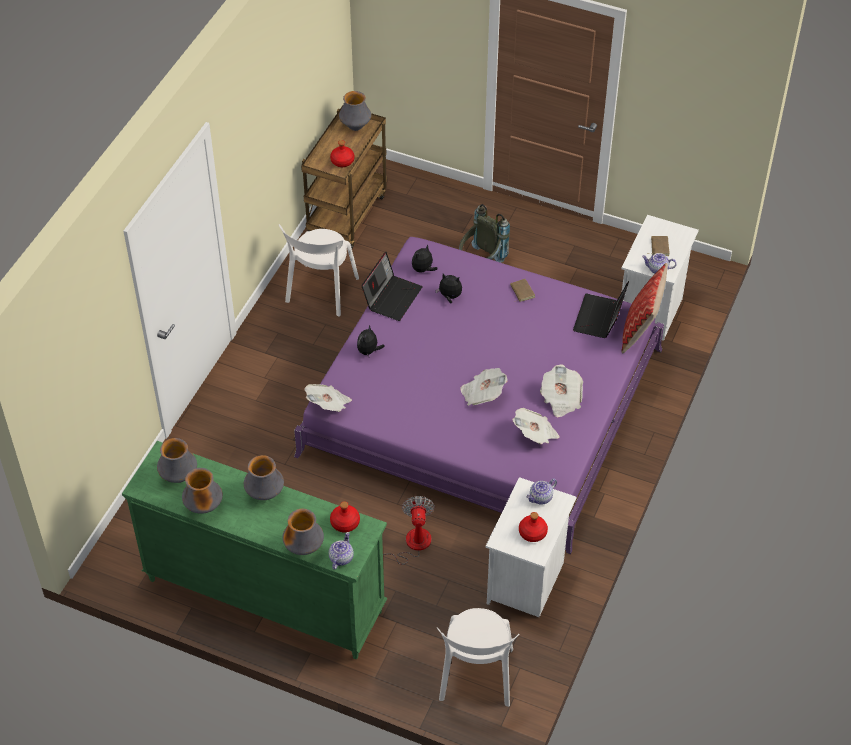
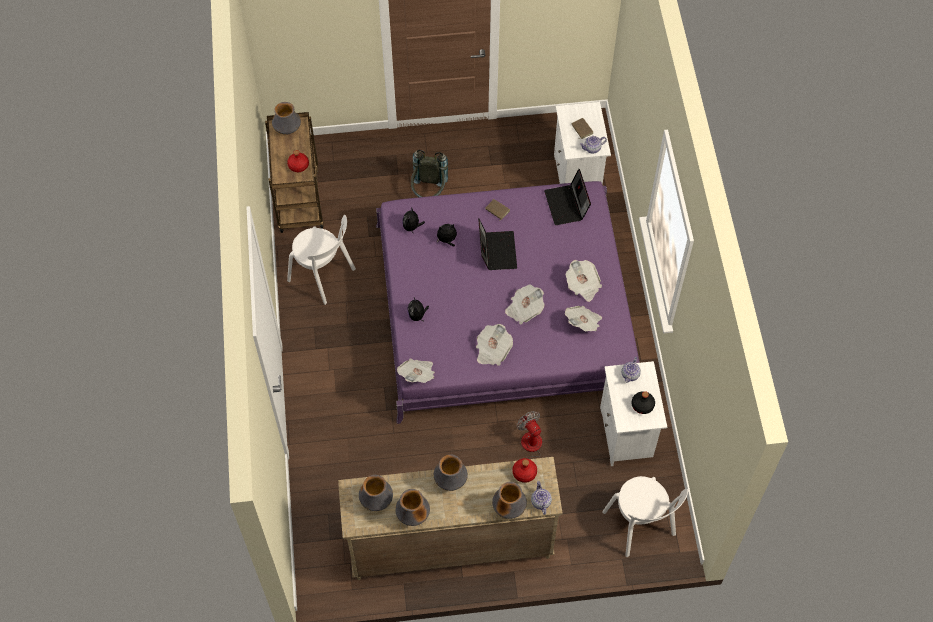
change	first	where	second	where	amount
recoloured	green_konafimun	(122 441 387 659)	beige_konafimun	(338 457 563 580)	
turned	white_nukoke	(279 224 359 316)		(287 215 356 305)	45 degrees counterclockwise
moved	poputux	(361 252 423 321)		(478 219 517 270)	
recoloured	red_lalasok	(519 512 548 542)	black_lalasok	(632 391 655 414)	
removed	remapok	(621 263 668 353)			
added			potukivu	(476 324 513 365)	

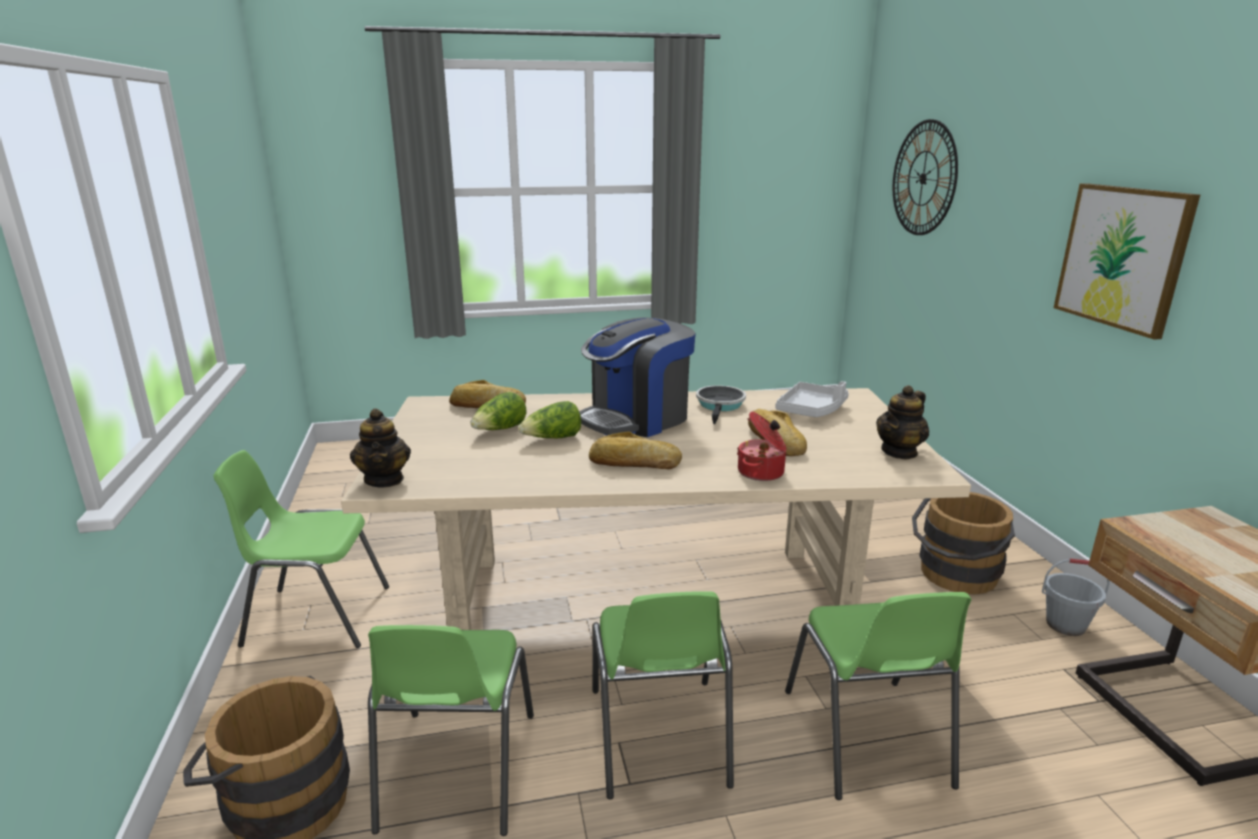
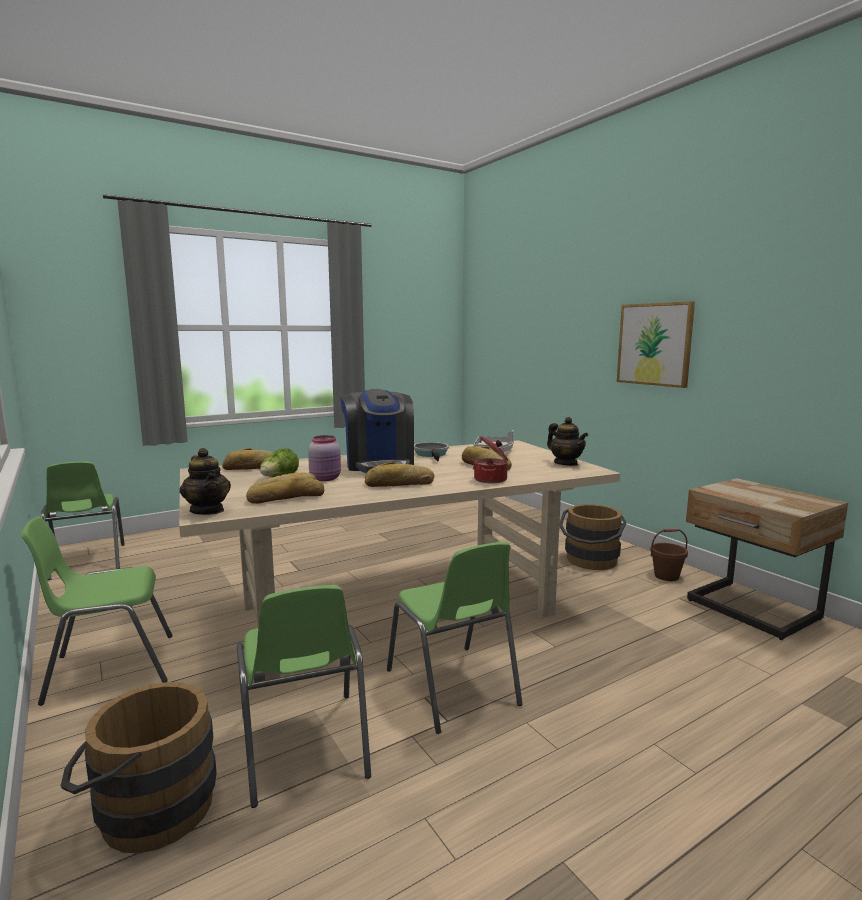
change	first	where	second	where	amount
replaced	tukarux	(518 401 581 438)	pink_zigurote	(308 435 341 481)	
turned	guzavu	(579 317 696 437)		(340 389 414 473)	45 degrees counterclockwise
moved	green_nukoke	(785 592 972 800)		(41 461 125 580)	
turned	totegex	(876 385 929 460)		(547 417 588 466)	60 degrees counterclockwise
removed	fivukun	(893 119 958 235)			
recoloured	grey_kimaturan	(1042 558 1110 636)	brown_kimaturan	(650 529 688 581)	
added			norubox	(246 473 324 504)	

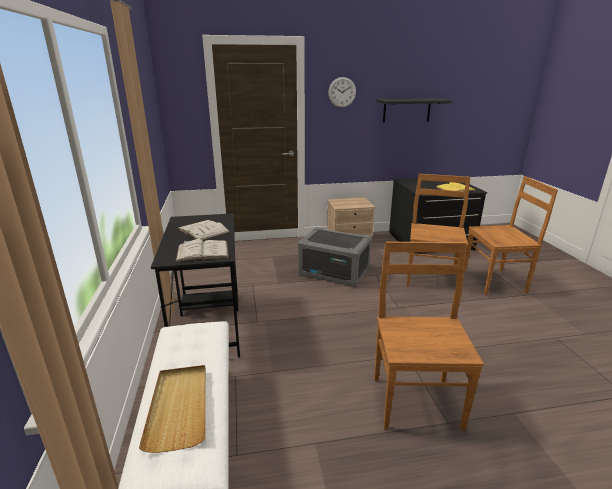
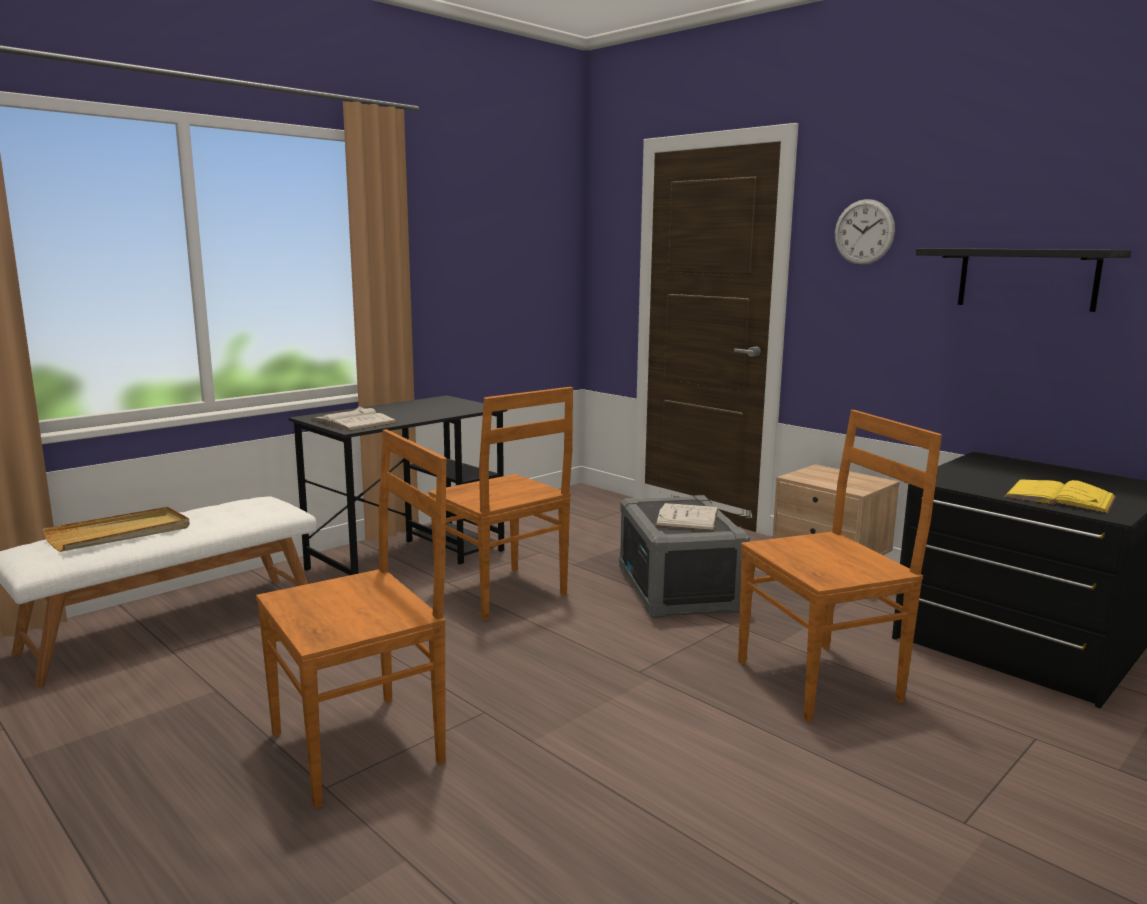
change	first	where	second	where	amount
moved	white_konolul	(178 220 230 240)		(655 503 719 531)	
moved	brown_nukoke	(464 176 558 295)		(428 387 573 621)	

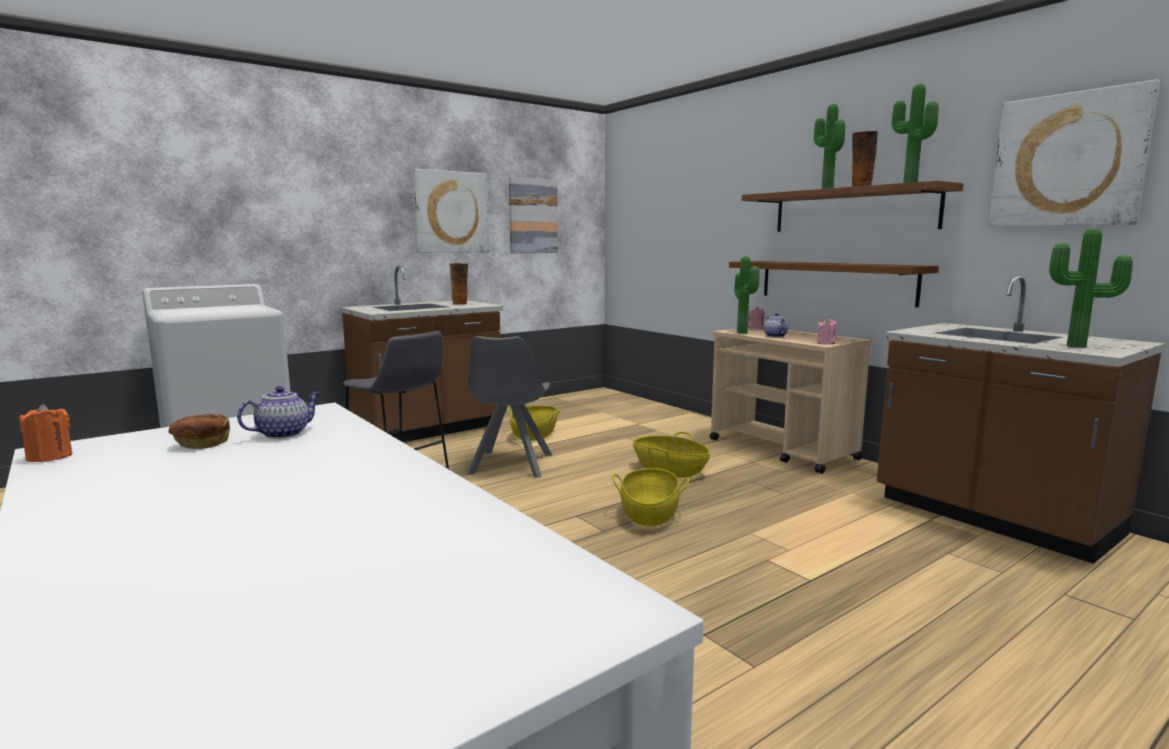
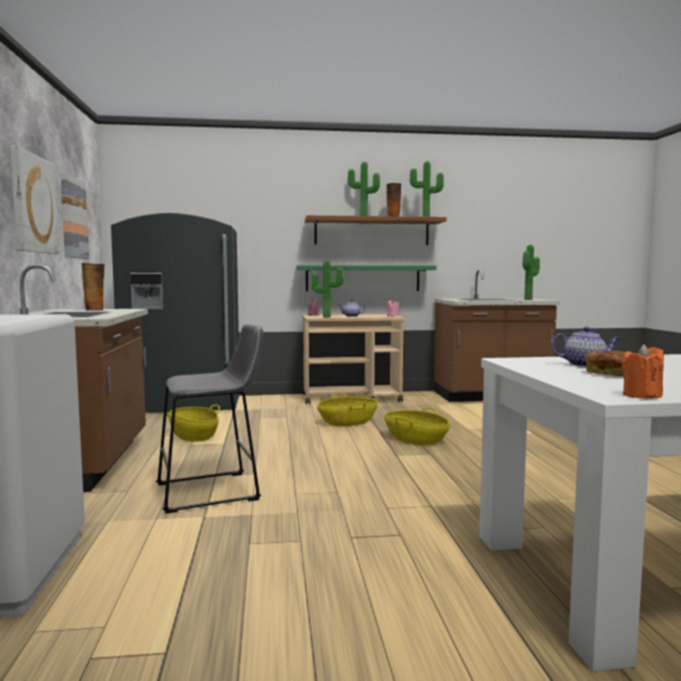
change	first	where	second	where	amount
turned	totegex	(237 386 320 439)		(551 327 621 367)	120 degrees clockwise
removed	grey_nukoke	(467 336 552 478)			
recoloured	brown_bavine	(729 261 939 307)	green_bavine	(296 265 437 291)	
removed	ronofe	(989 80 1160 227)			
added			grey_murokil	(111 213 239 413)	

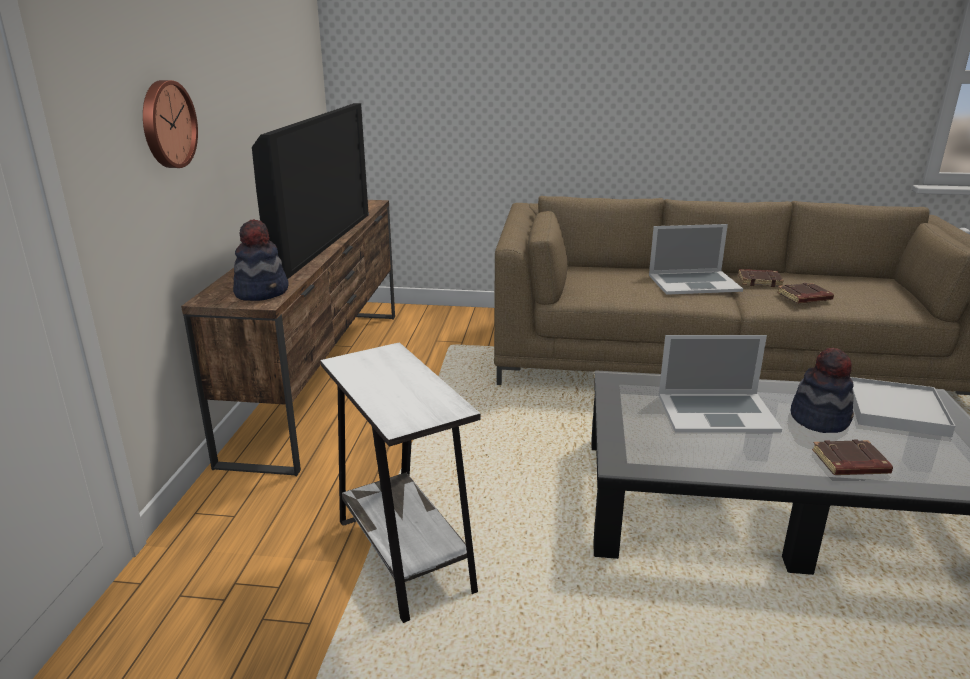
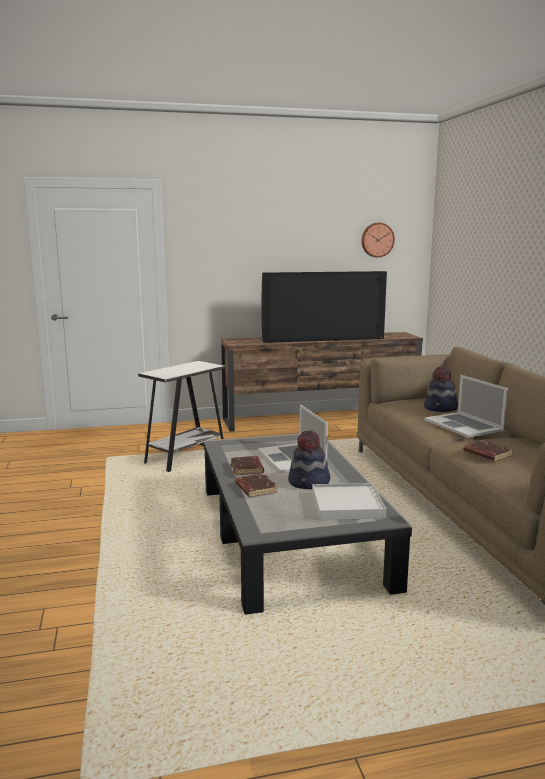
change	first	where	second	where	amount
moved	fivukun	(143 80 198 168)		(361 223 395 258)	
moved	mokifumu	(233 219 289 301)		(424 366 458 412)	
moved	brown_konolul	(738 269 784 287)		(231 456 264 475)	

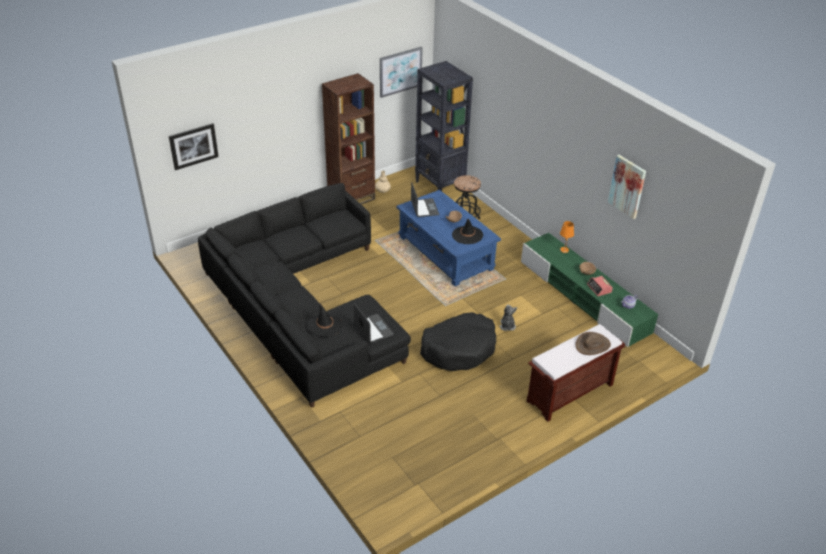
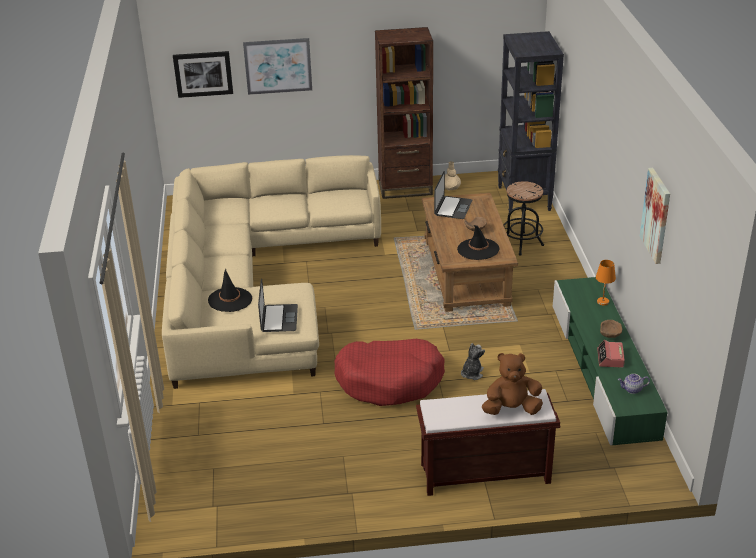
change	first	where	second	where	amount
recoloured	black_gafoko	(198 183 411 408)	beige_gafoko	(162 155 381 389)	
moved	ronofe	(380 47 423 98)		(243 38 312 95)	
recoloured	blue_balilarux	(396 190 501 286)	brown_balilarux	(422 193 518 312)	
recoloured	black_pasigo	(420 312 496 371)	red_pasigo	(334 339 445 406)	
replaced	brown_mokifumu	(576 332 611 355)	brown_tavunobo	(482 353 543 415)	

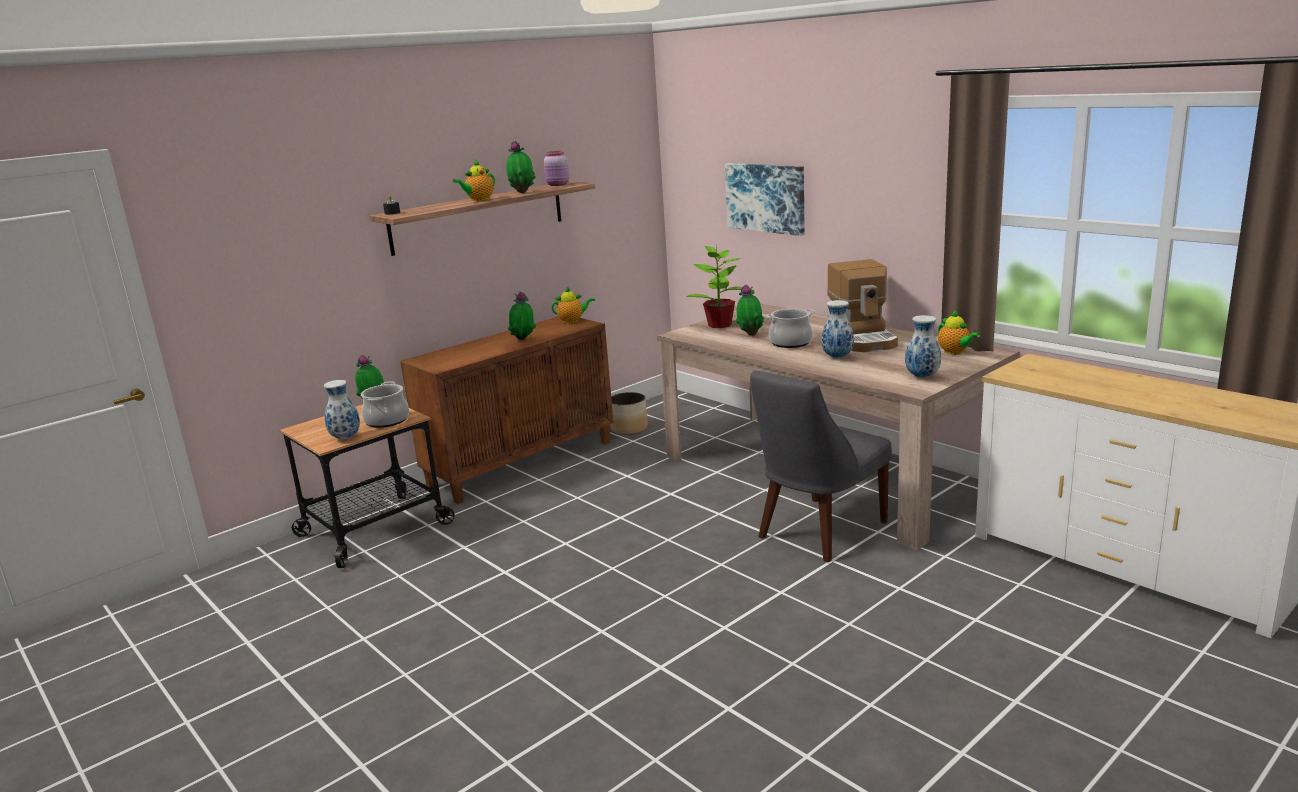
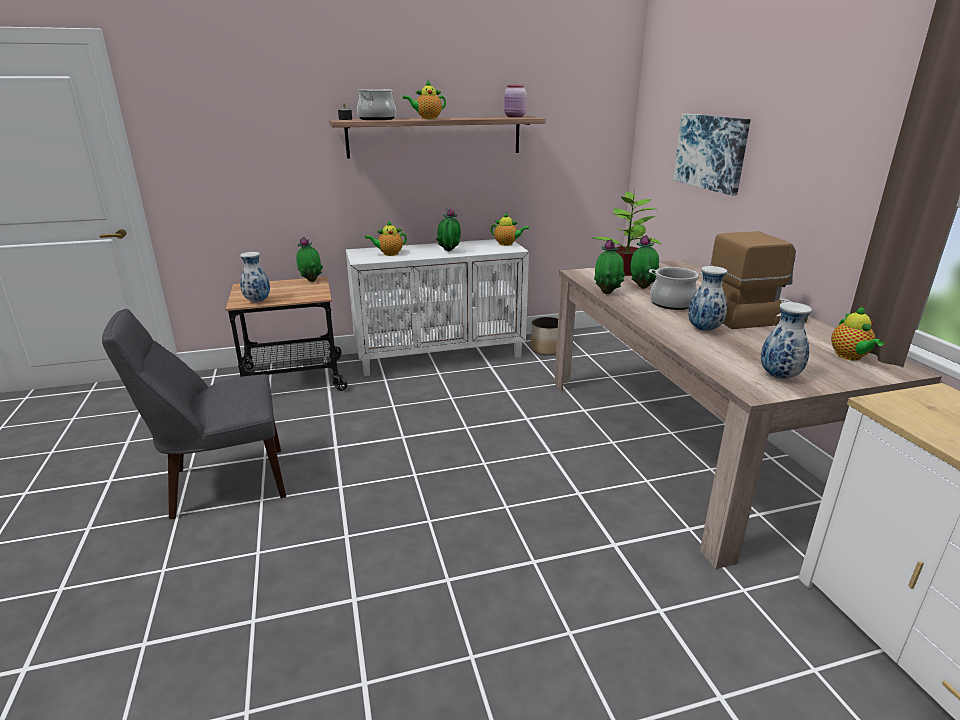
change	first	where	second	where	amount
moved	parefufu	(361 381 409 428)		(357 89 396 120)	
recoloured	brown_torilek	(400 316 614 504)	white_torilek	(346 239 529 376)	
moved	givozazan	(507 141 535 193)		(594 239 625 294)	
moved	grey_nukoke	(750 371 892 562)		(102 309 286 519)	
turned	guzavu	(827 259 898 352)		(710 231 808 329)	120 degrees counterclockwise
added			totegex	(365 220 407 256)	

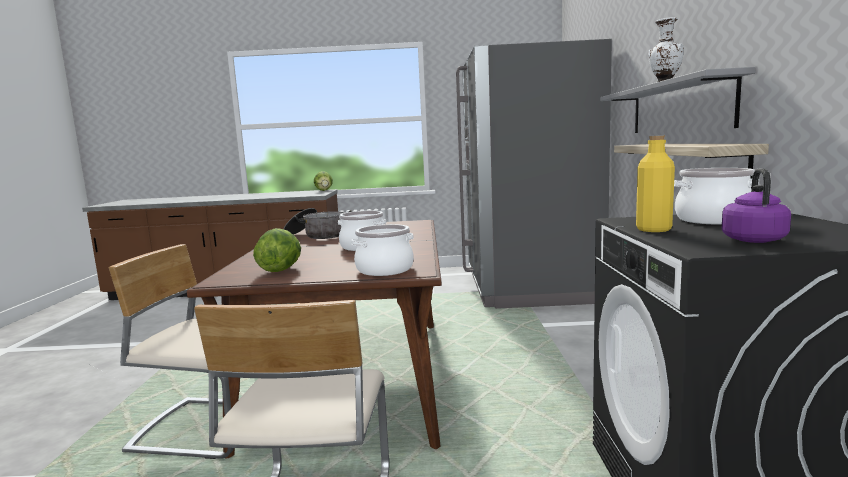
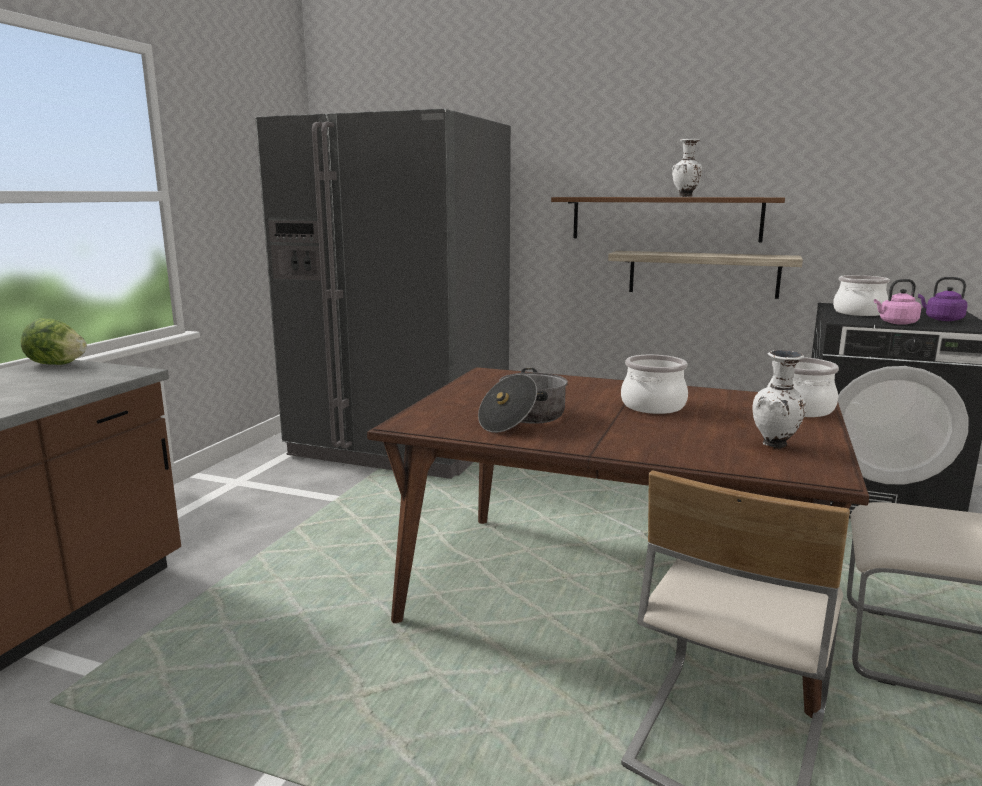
change	first	where	second	where	amount
replaced	tukarux	(253 228 301 272)	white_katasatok	(752 350 806 449)	
recoloured	grey_bavine	(600 67 756 133)	brown_bavine	(551 197 785 242)	
replaced	yellow_lalasok	(636 135 675 232)	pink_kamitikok	(874 279 921 325)	

